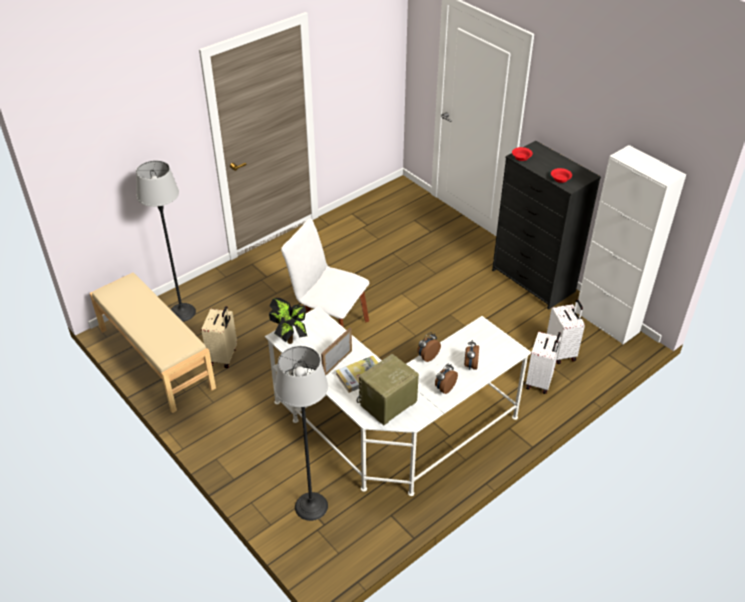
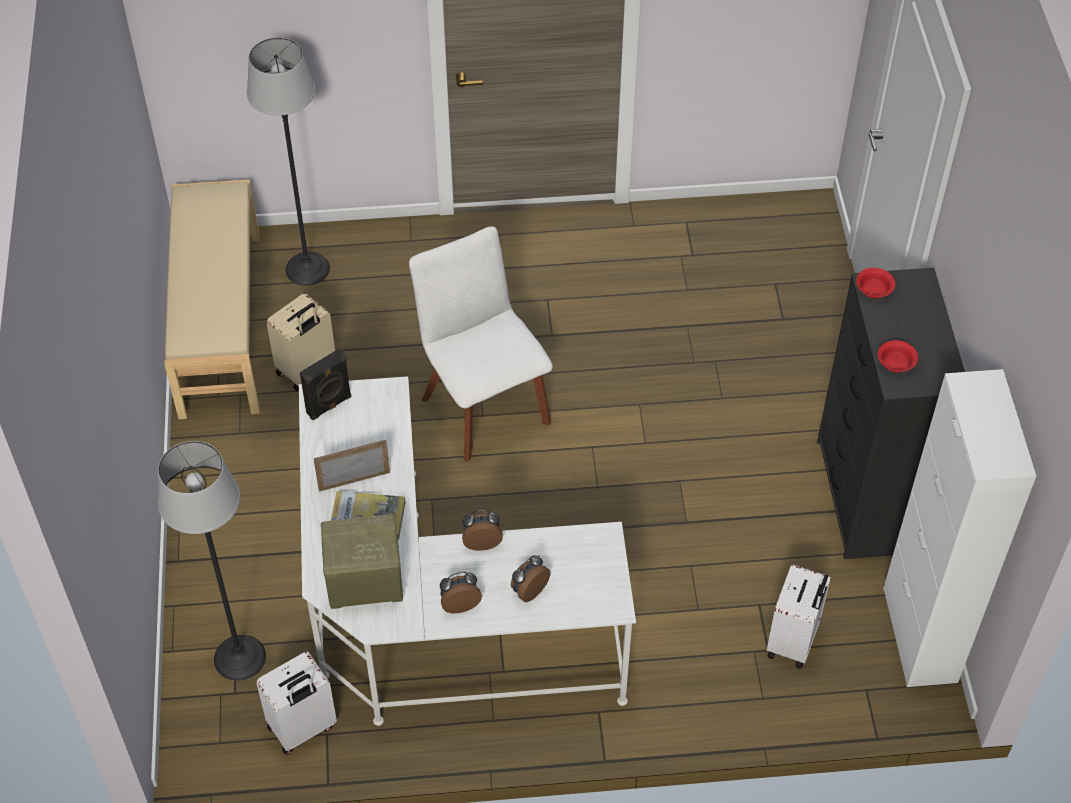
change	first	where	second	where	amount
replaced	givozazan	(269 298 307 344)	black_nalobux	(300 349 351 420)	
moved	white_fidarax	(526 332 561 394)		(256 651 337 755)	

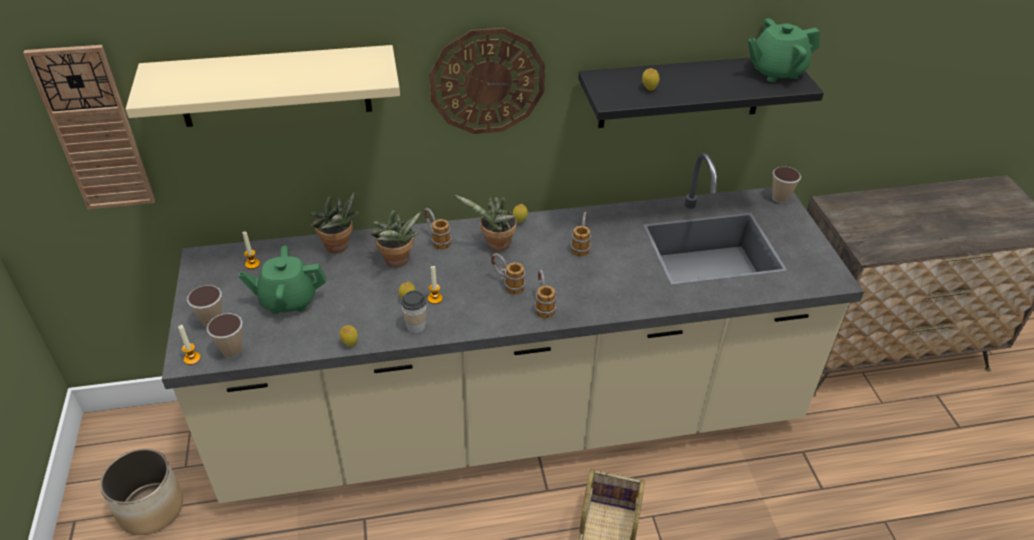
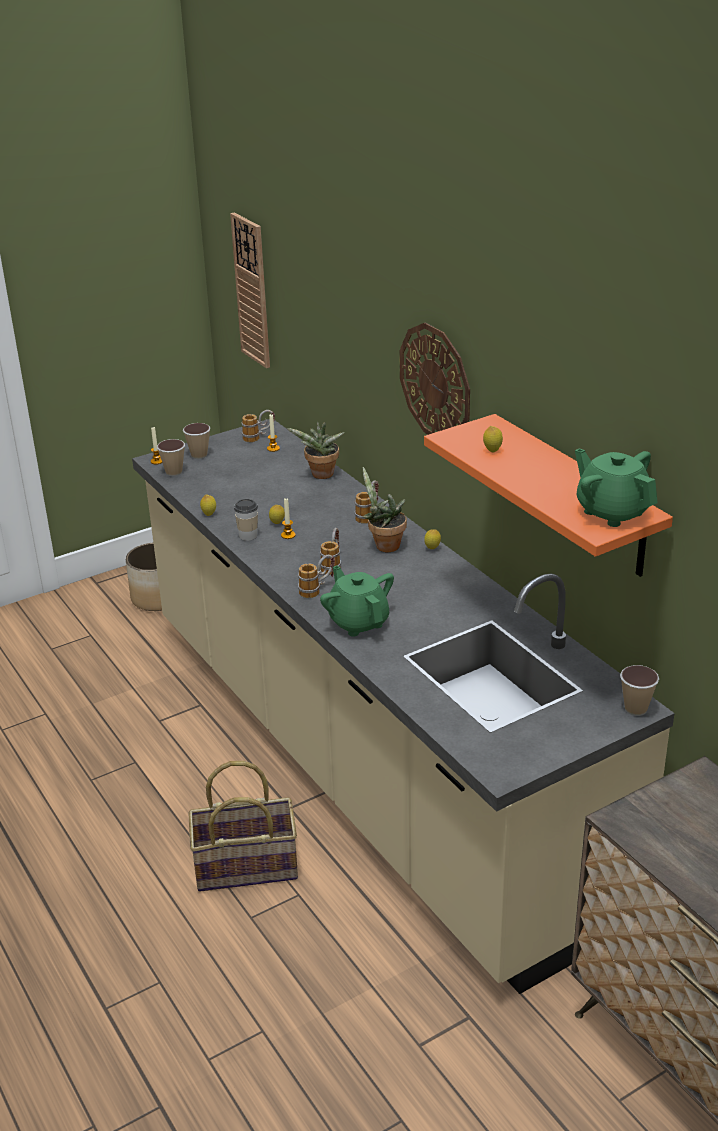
change	first	where	second	where	amount
removed	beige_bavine	(126 45 400 127)			
moved	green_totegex	(239 246 326 314)		(320 566 394 637)	
removed	givozazan	(370 210 421 267)			
moved	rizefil	(571 212 591 257)		(242 410 275 442)	
recoloured	black_bavine	(578 57 824 128)	orange_bavine	(424 414 673 577)	

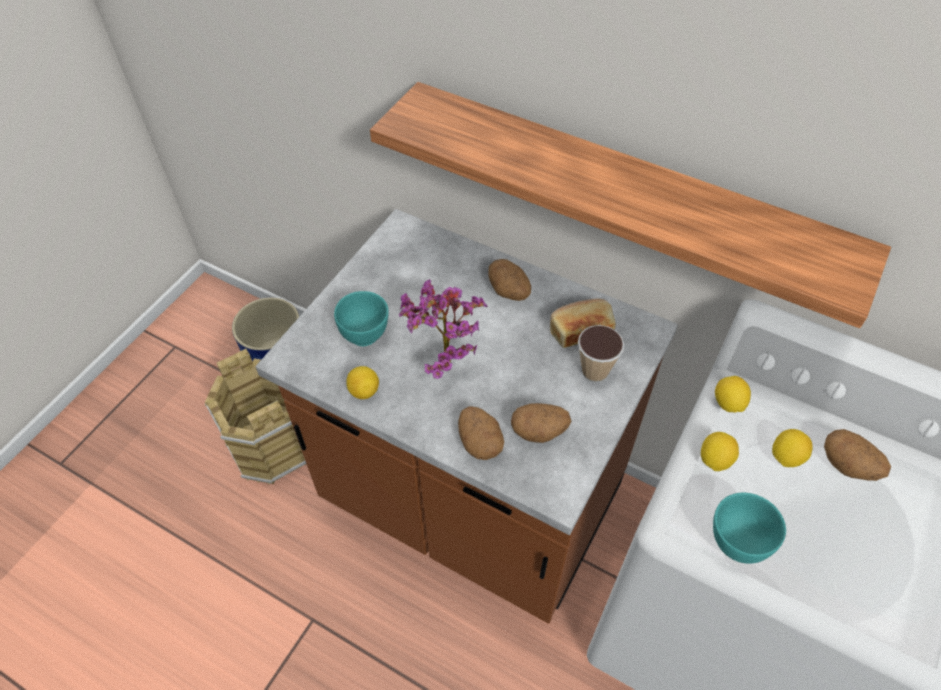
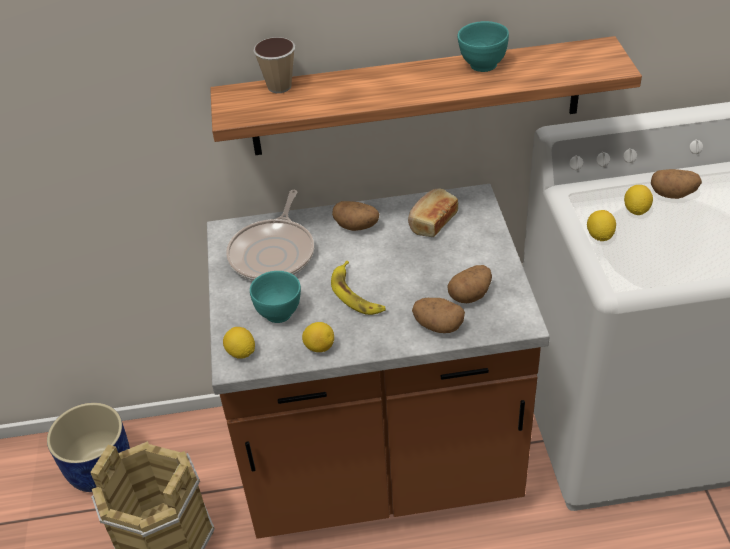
change	first	where	second	where	amount
replaced	givozazan	(399 279 488 379)	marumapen	(331 261 386 315)	
moved	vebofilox	(578 325 625 382)		(254 37 295 93)	
moved	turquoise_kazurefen	(713 493 786 564)		(458 21 509 72)	
moved	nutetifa	(715 376 751 412)		(223 327 255 359)	
added			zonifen	(226 190 314 281)	

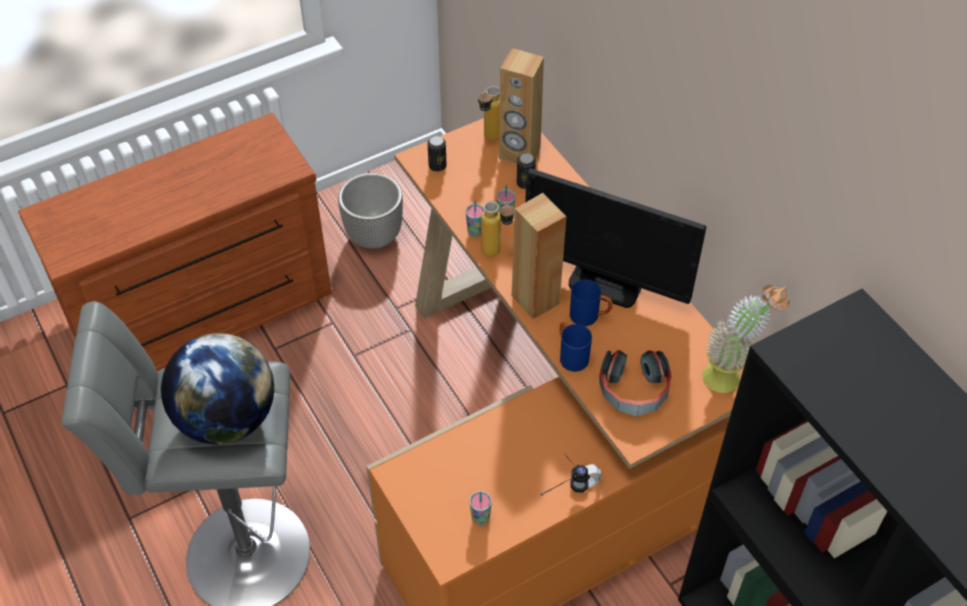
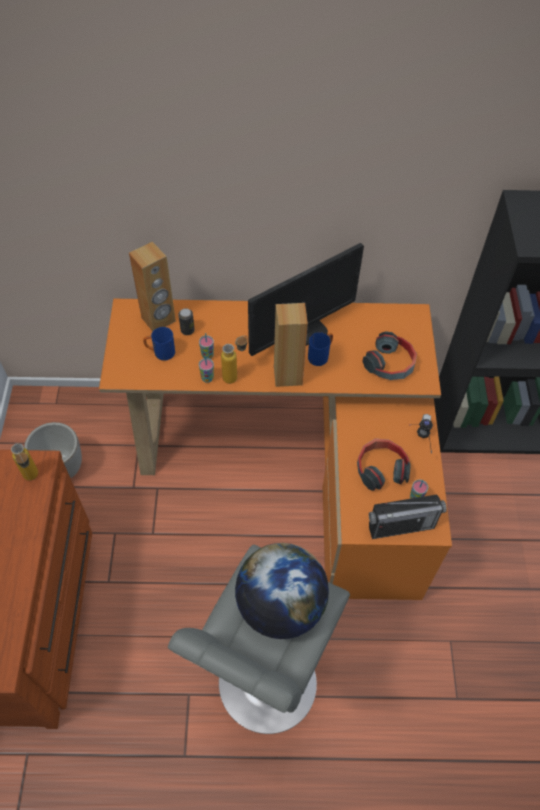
change	first	where	second	where	amount
removed	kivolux	(427 136 447 172)			
moved	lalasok	(478 86 500 141)		(11 443 38 481)	
moved	blue_rizefil	(559 322 592 372)		(143 327 175 361)	
removed	givozazan	(703 285 790 393)			
added			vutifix	(357 438 411 491)	
added			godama	(369 495 447 539)	

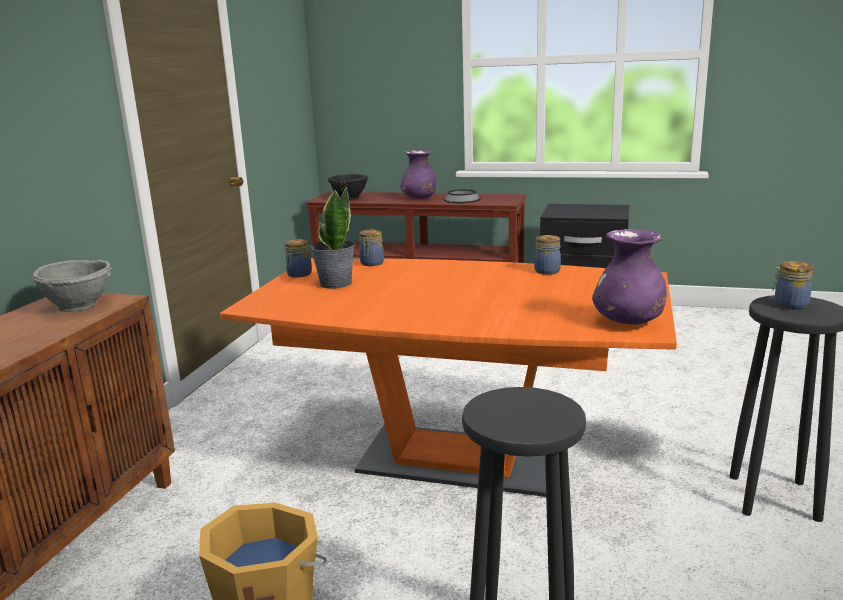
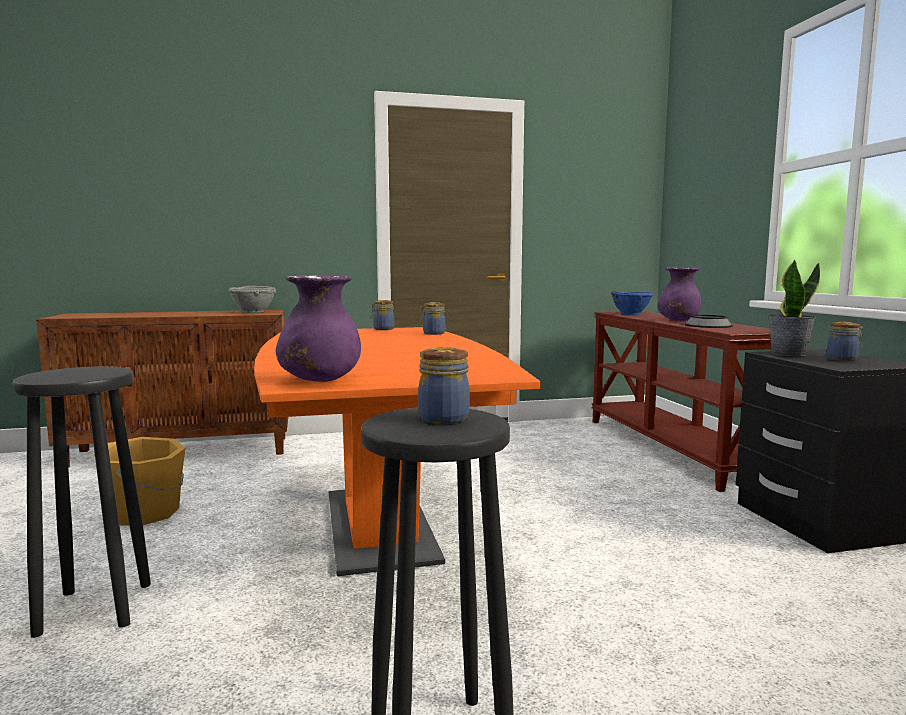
change	first	where	second	where	amount
moved	givozazan	(310 187 355 289)		(768 259 820 356)	
recoloured	black_kazurefen	(328 174 368 200)	blue_kazurefen	(611 291 653 315)	
moved	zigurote	(534 235 561 275)		(827 322 863 361)	

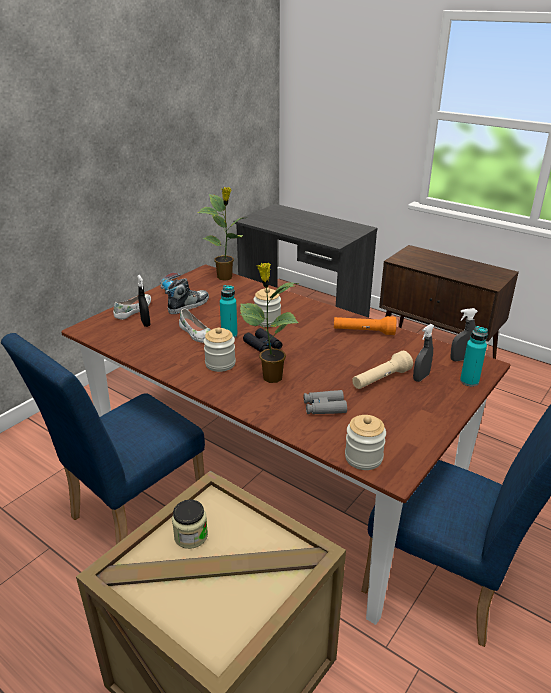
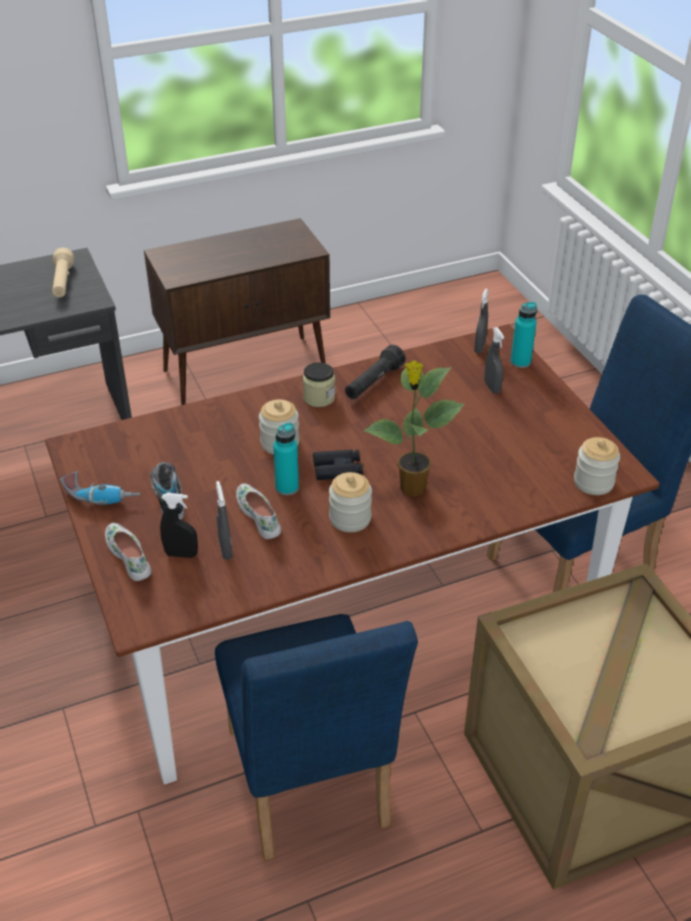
change	first	where	second	where	amount
moved	zigurote	(172 499 208 549)		(303 362 335 407)	
turned	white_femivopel	(179 308 210 343)		(236 483 281 539)	105 degrees counterclockwise
removed	givozazan	(198 187 243 281)			
removed	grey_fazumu	(304 390 347 414)			
recoloured	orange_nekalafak	(334 316 396 335)	black_nekalafak	(345 345 406 399)	
moved	beige_nekalafak	(352 351 413 389)		(52 248 74 297)	
added			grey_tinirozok	(216 481 233 560)	

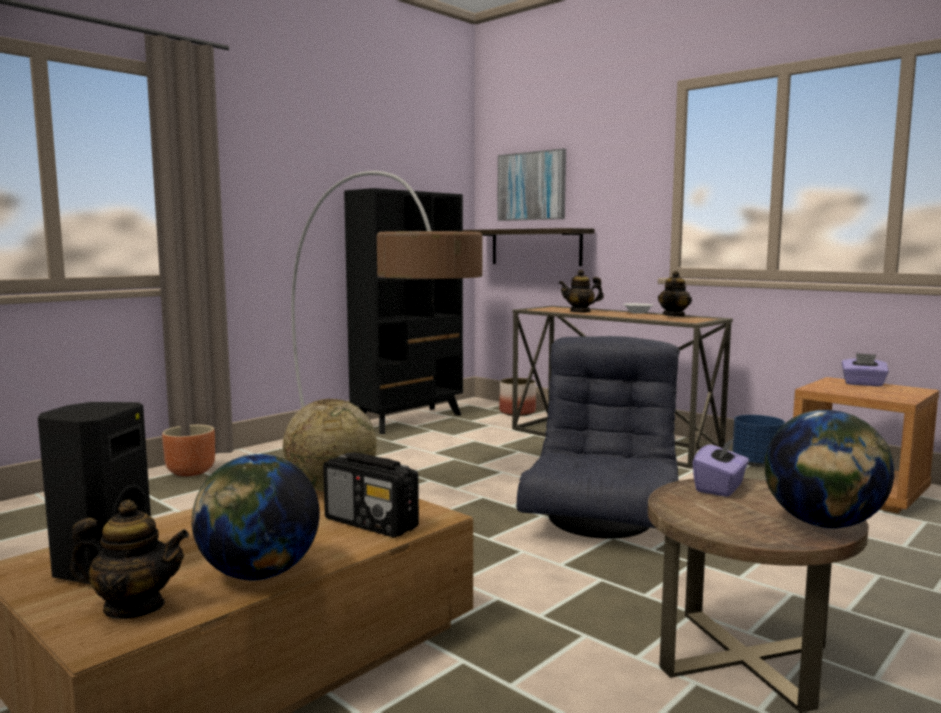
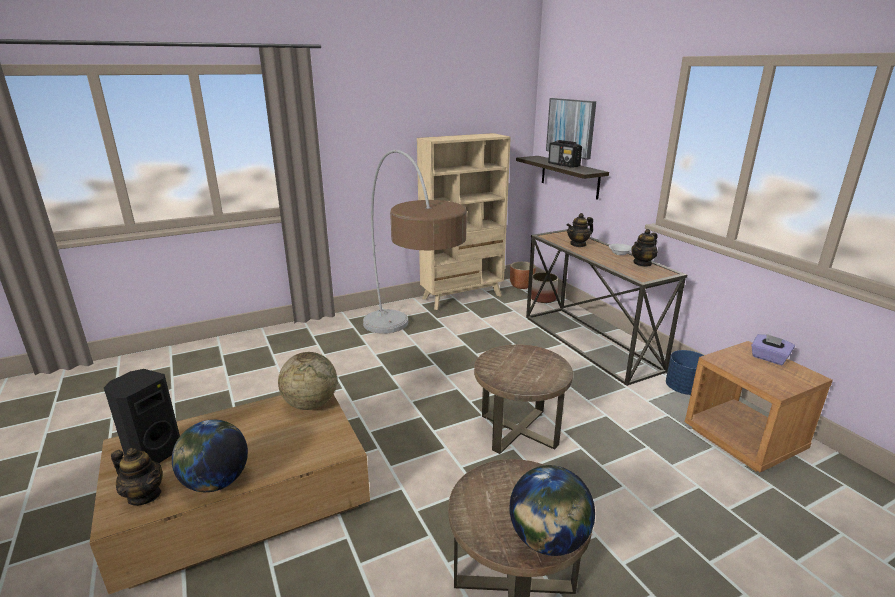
change	first	where	second	where	amount
moved	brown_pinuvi	(162 425 215 476)		(510 262 536 289)	
moved	godama	(323 452 419 538)		(548 140 582 168)	
recoloured	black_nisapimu	(344 188 463 434)	beige_nisapimu	(417 133 511 310)	
replaced	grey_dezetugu	(517 336 680 539)	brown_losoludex	(474 345 573 454)	
turned	totegex	(559 270 604 313)		(567 213 593 247)	45 degrees counterclockwise
removed	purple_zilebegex	(692 437 749 497)			

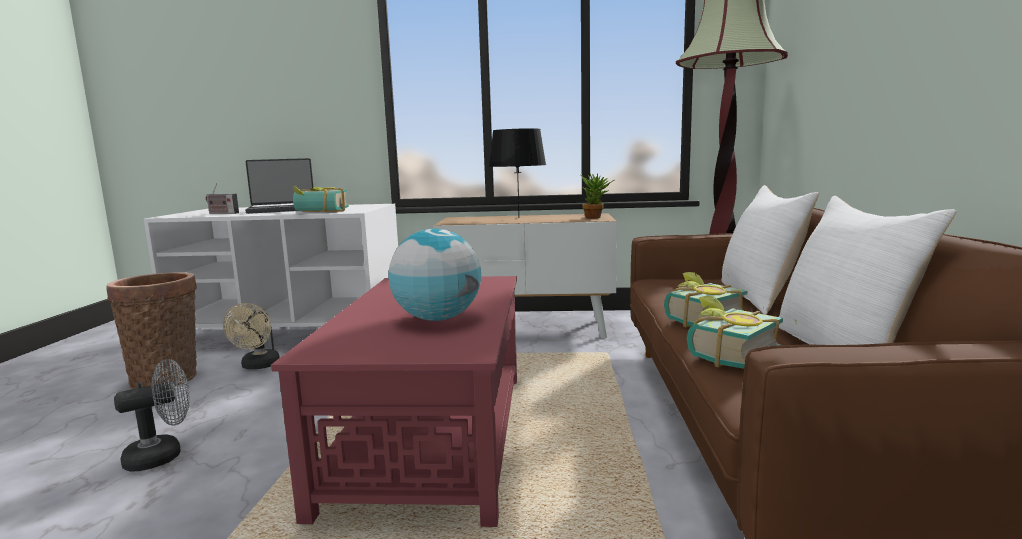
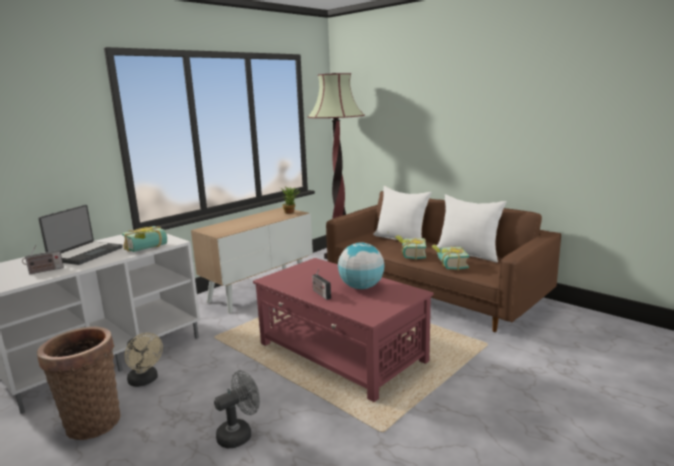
change	first	where	second	where	amount
turned	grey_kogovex	(114 359 190 472)		(214 370 260 448)	45 degrees clockwise
removed	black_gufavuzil	(489 128 546 214)			
added			godama	(312 269 331 300)	

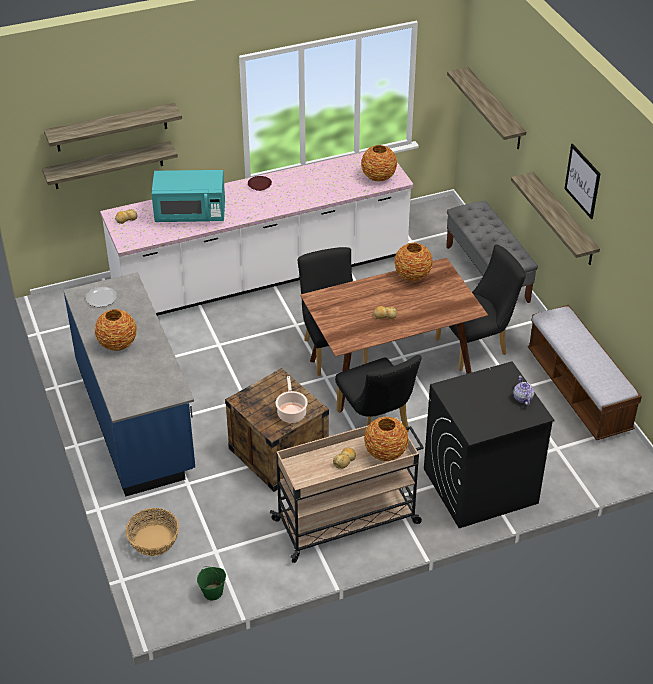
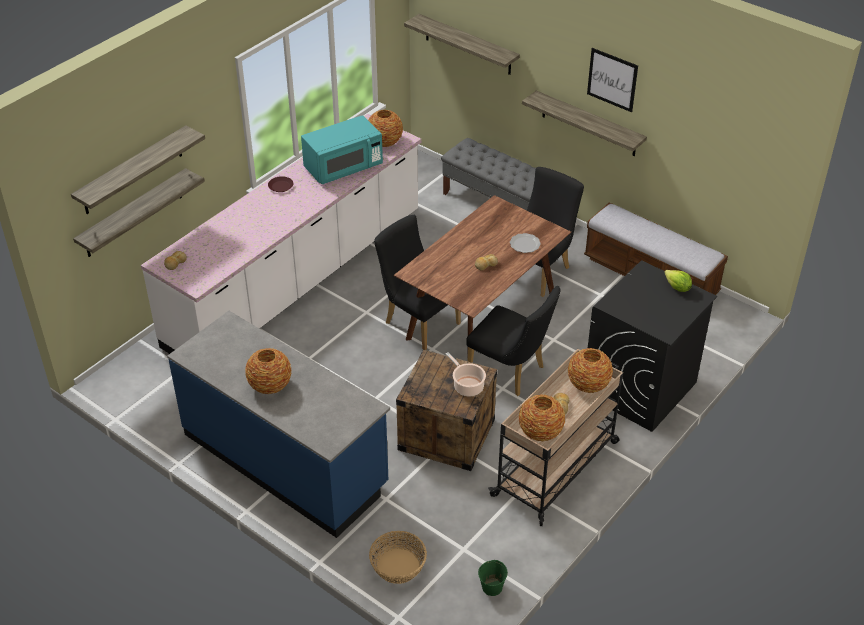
change	first	where	second	where	amount
moved	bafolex	(86 287 117 307)		(510 233 541 253)	
moved	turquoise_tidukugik	(152 170 225 222)		(301 115 383 184)	
moved	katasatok	(394 242 433 281)		(519 394 565 441)	
replaced	totegex	(513 376 534 405)	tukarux	(664 270 692 292)	

